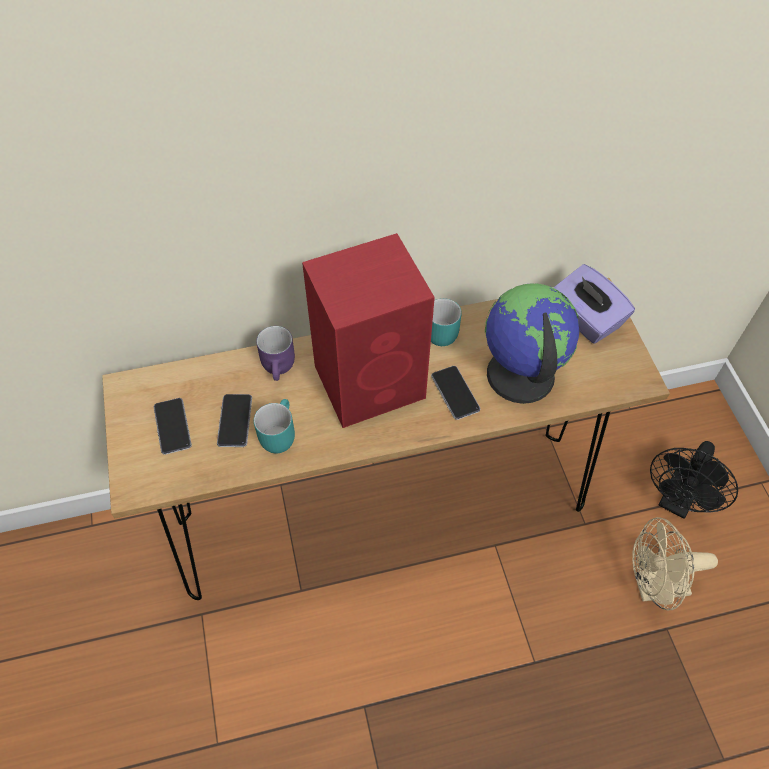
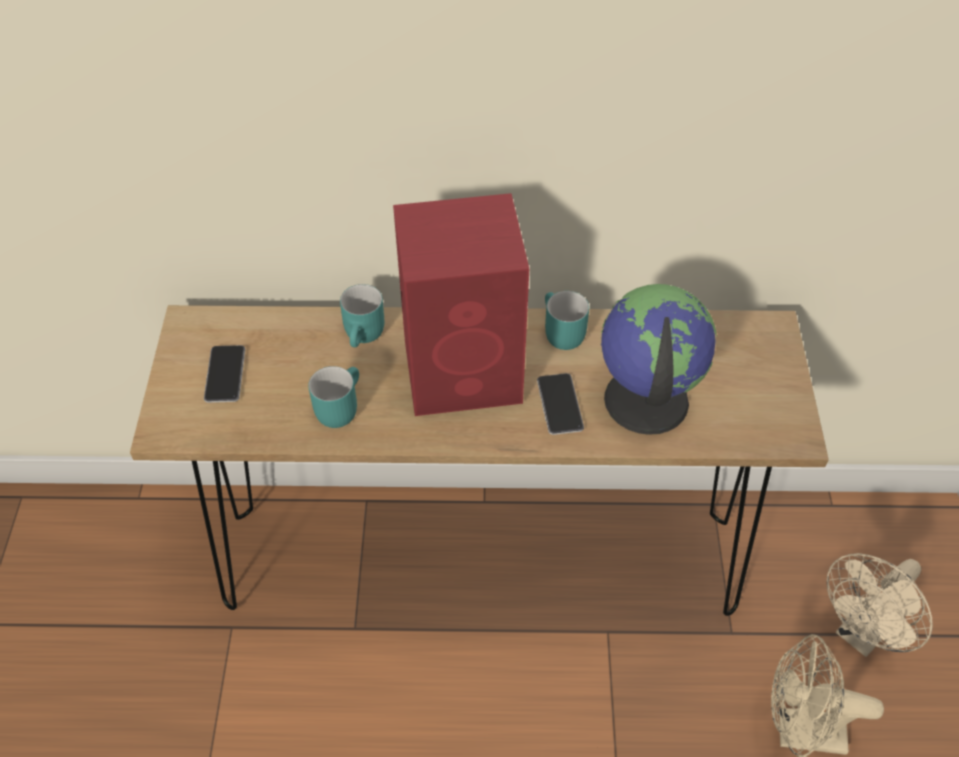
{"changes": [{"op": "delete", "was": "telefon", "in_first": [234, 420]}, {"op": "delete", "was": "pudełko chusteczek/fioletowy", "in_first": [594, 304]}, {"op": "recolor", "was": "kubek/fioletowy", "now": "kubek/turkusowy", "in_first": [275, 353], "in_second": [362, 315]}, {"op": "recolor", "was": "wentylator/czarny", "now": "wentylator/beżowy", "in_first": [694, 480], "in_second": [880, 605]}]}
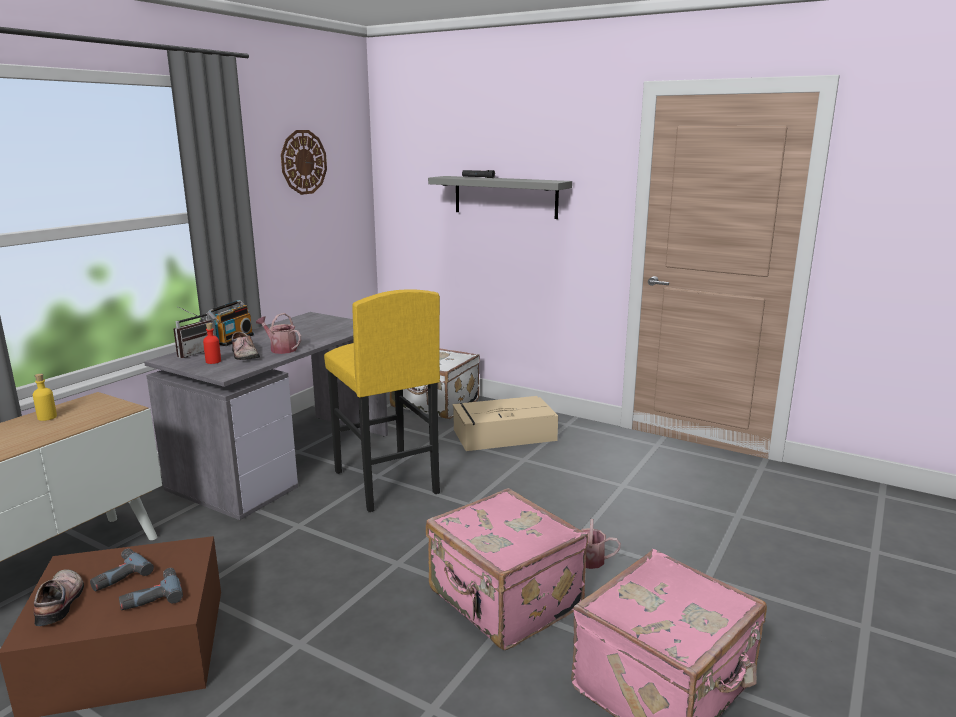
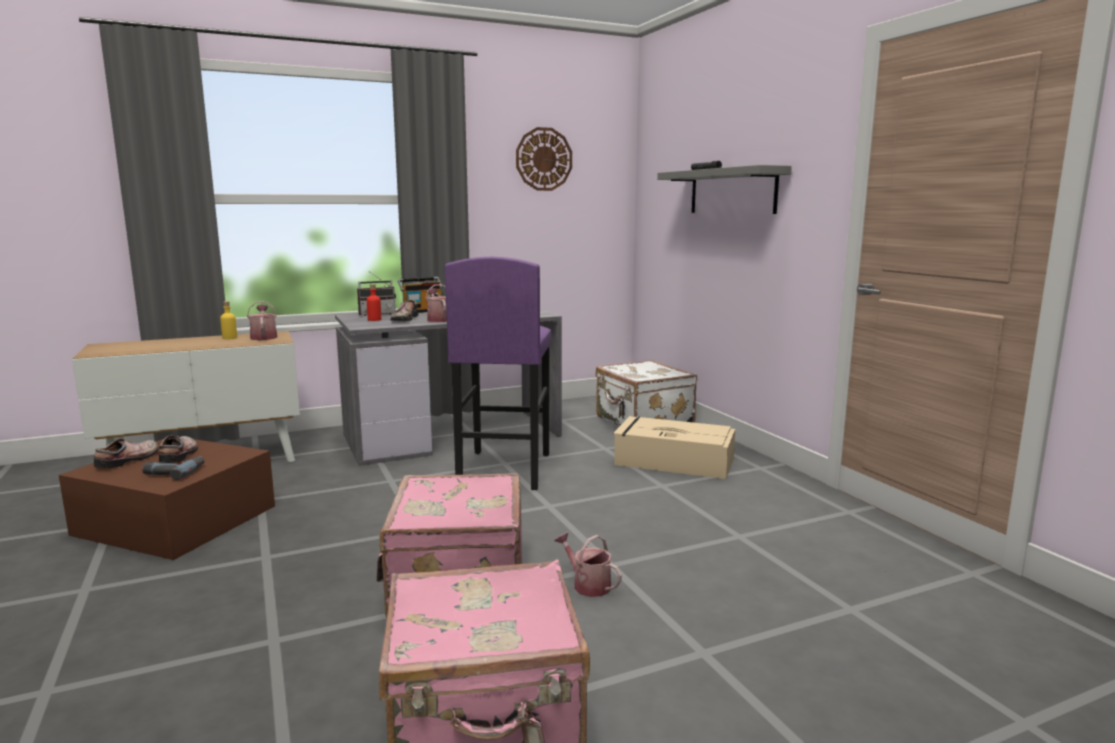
{"changes": [{"op": "insert", "now": "konewka", "in_second": [262, 320]}, {"op": "replace", "was": "wiertarka", "now": "but", "in_first": [122, 569], "in_second": [178, 449]}, {"op": "recolor", "was": "stołek/żółty", "now": "stołek/fioletowy", "in_first": [382, 400], "in_second": [498, 373]}]}
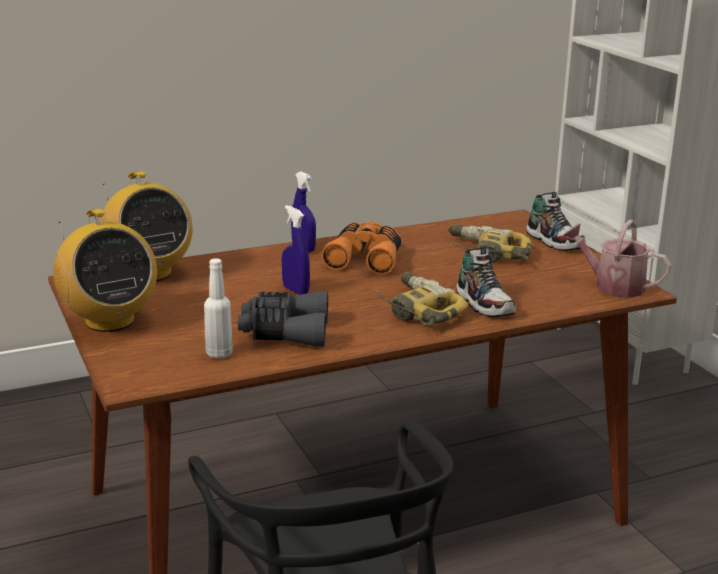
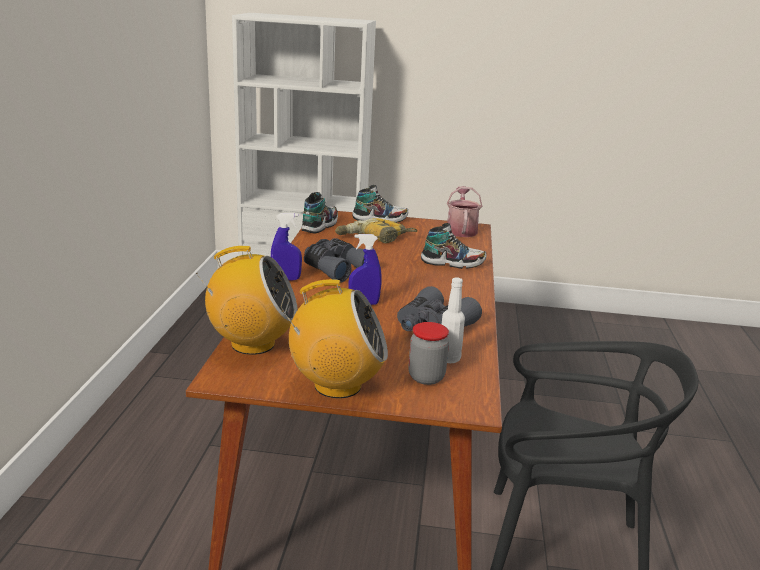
{"changes": [{"op": "delete", "was": "wiertarka", "in_first": [422, 299]}, {"op": "insert", "now": "but", "in_second": [320, 212]}, {"op": "insert", "now": "słoik", "in_second": [428, 353]}, {"op": "recolor", "was": "lornetka/pomarańczowy", "now": "lornetka/szary", "in_first": [361, 248], "in_second": [341, 260]}, {"op": "rotate", "was": "konewka", "in_first": [617, 259], "in_second": [464, 211], "clockwise": 120}]}
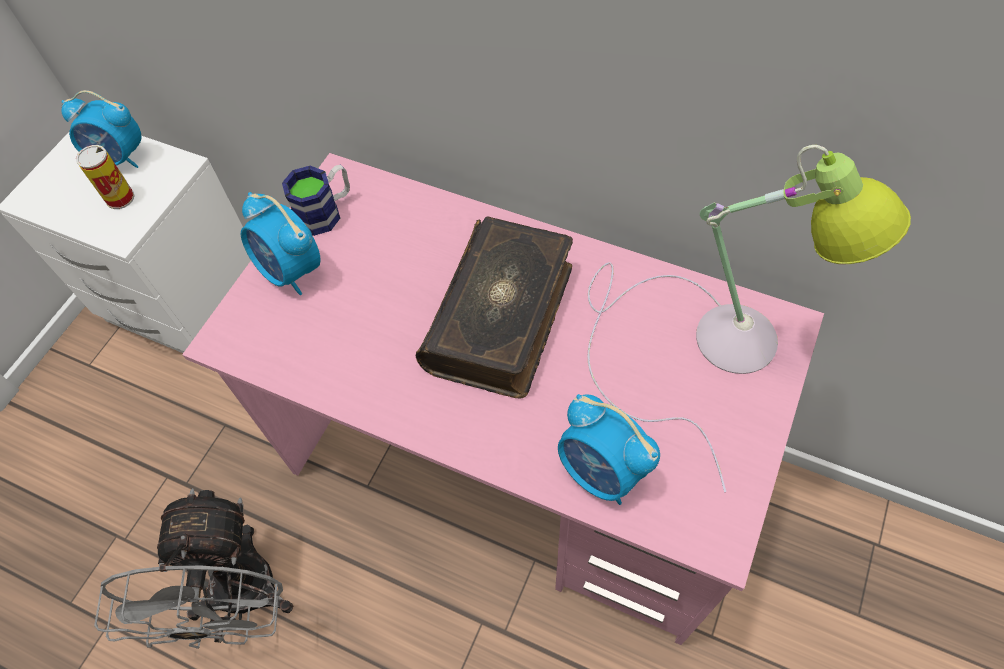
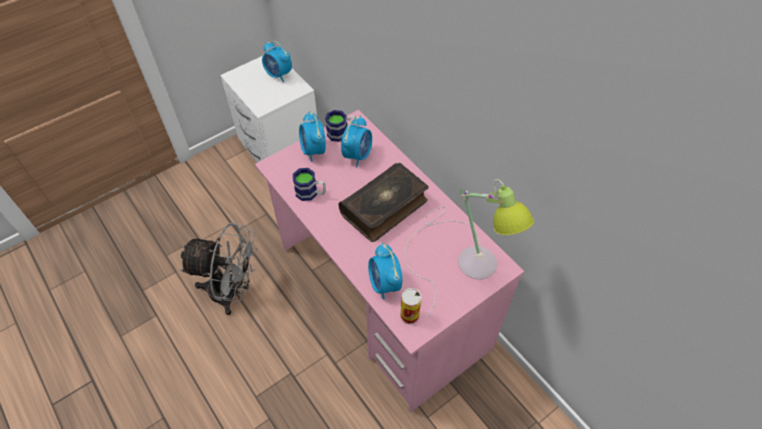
{"changes": [{"op": "insert", "now": "kubek", "in_second": [309, 184]}, {"op": "insert", "now": "budzik", "in_second": [356, 142]}, {"op": "move", "was": "puszka", "in_first": [105, 177], "in_second": [410, 306]}, {"op": "rotate", "was": "wentylator/szary", "in_first": [193, 568], "in_second": [218, 269], "clockwise": -105}]}
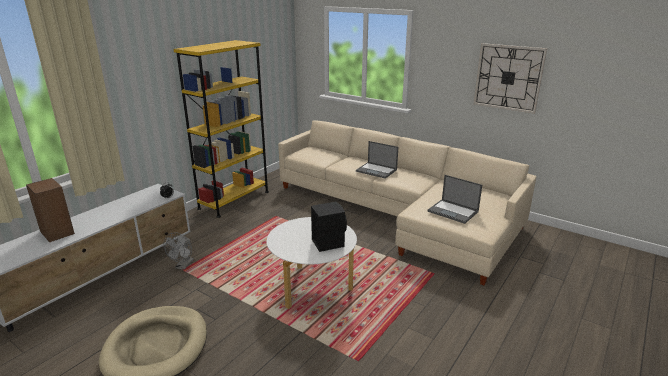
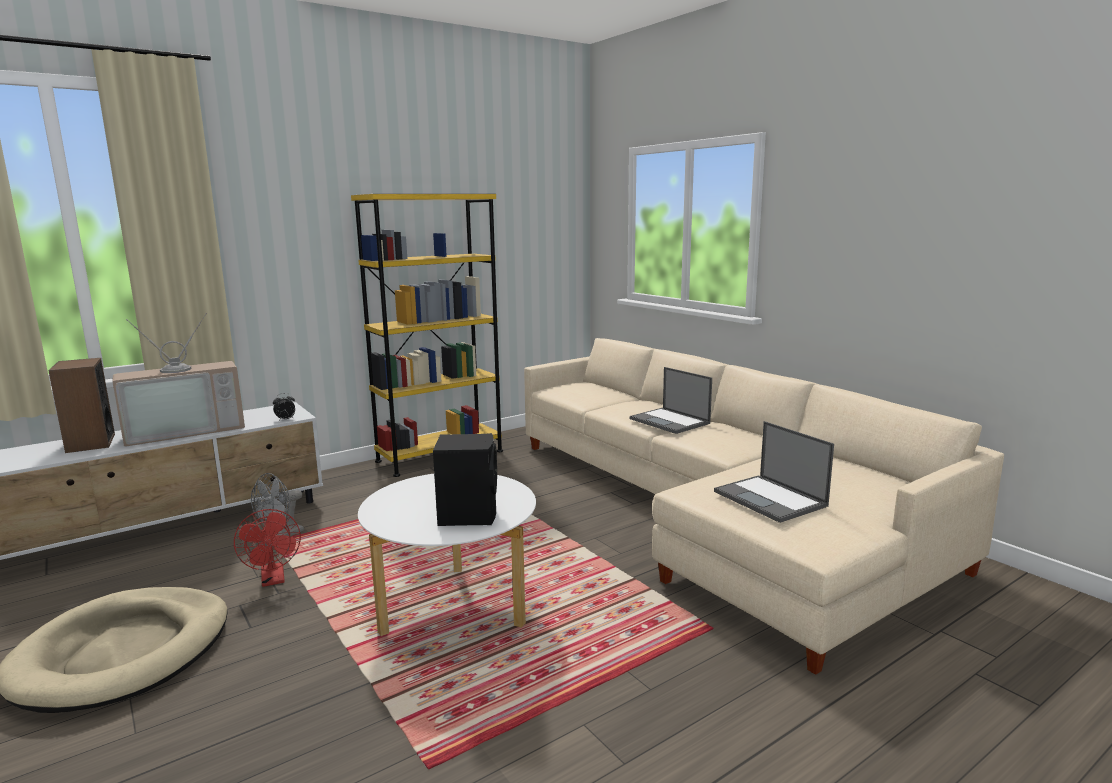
{"changes": [{"op": "delete", "was": "zegar ścienny", "in_first": [510, 78]}, {"op": "insert", "now": "telewizor", "in_second": [178, 379]}, {"op": "insert", "now": "wentylator/czerwony", "in_second": [267, 548]}]}
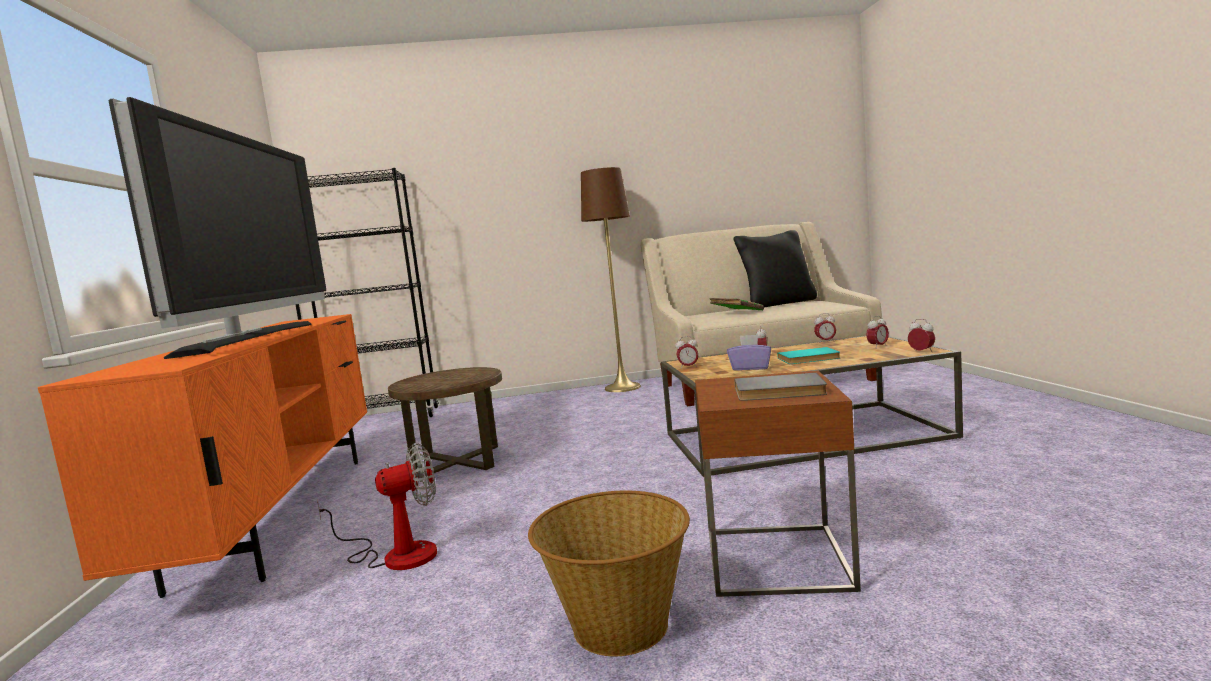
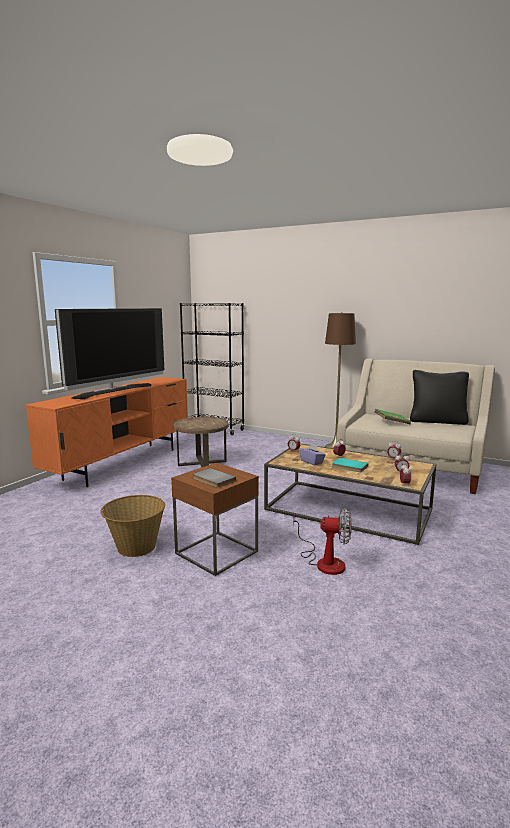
{"changes": [{"op": "move", "was": "wentylator", "in_first": [377, 506], "in_second": [322, 541]}]}
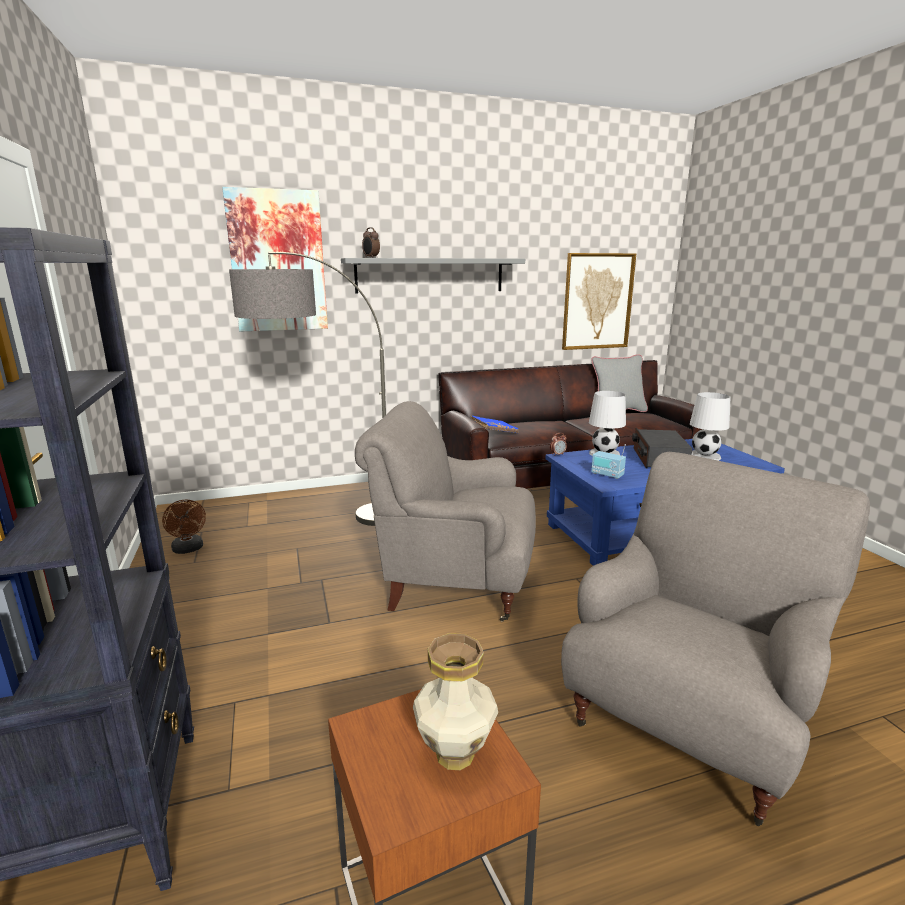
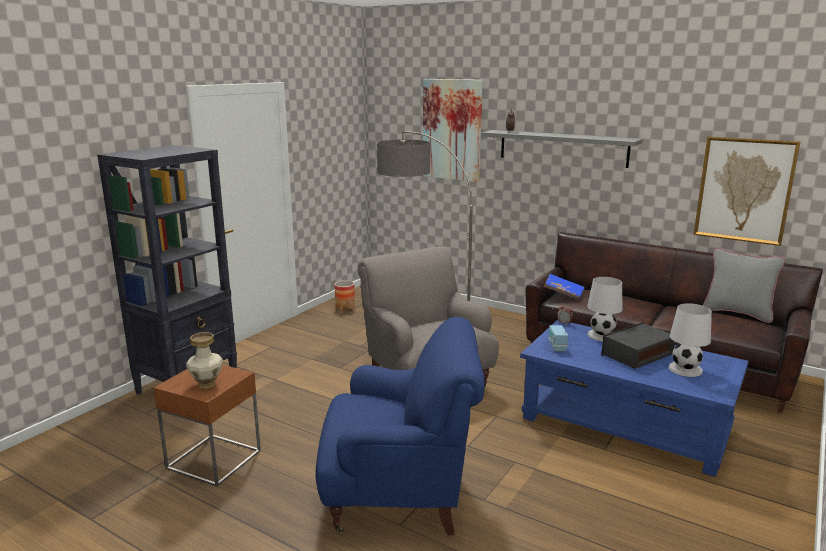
{"changes": [{"op": "replace", "was": "wentylator/brązowy", "now": "donica", "in_first": [184, 527], "in_second": [344, 296]}, {"op": "recolor", "was": "fotel/szary", "now": "fotel/niebieski", "in_first": [715, 639], "in_second": [400, 426]}]}
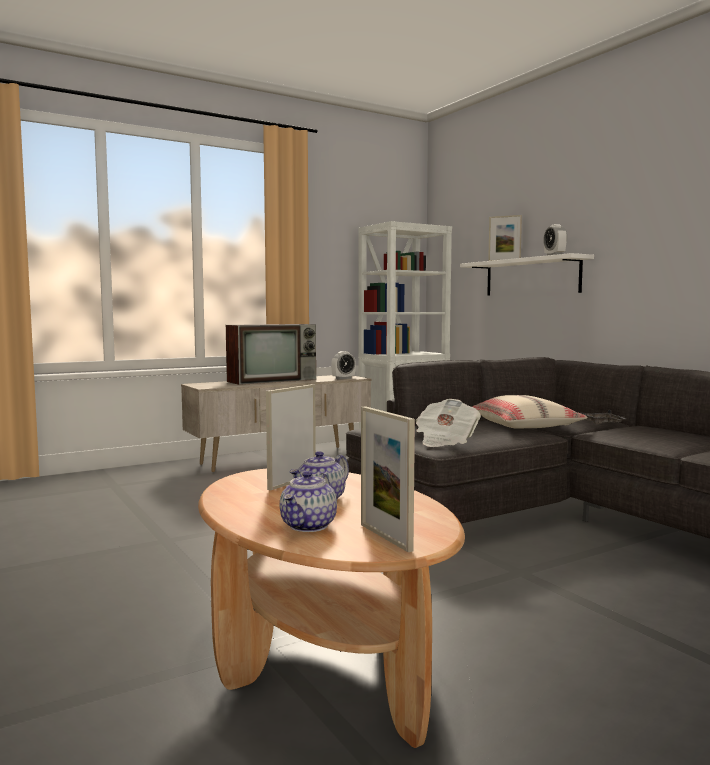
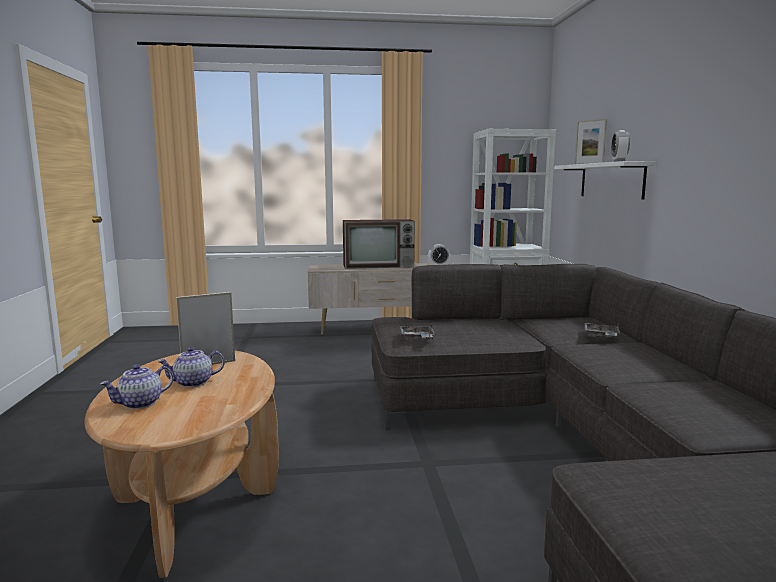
{"changes": [{"op": "delete", "was": "ramka na zdjęcie", "in_first": [388, 479]}, {"op": "delete", "was": "poduszka/beżowy", "in_first": [529, 412]}, {"op": "replace", "was": "gazeta", "now": "taca/szary", "in_first": [448, 423], "in_second": [417, 331]}]}
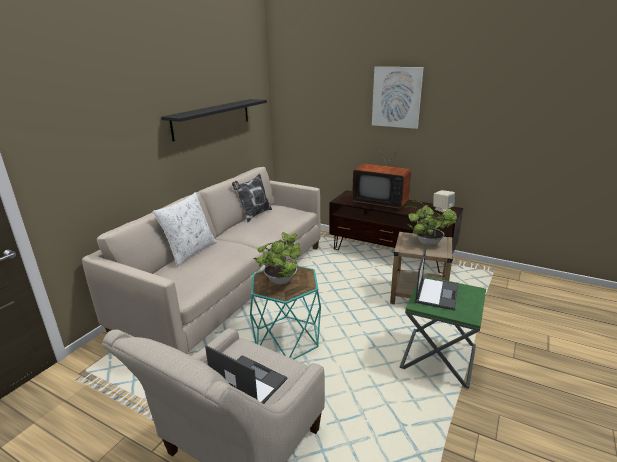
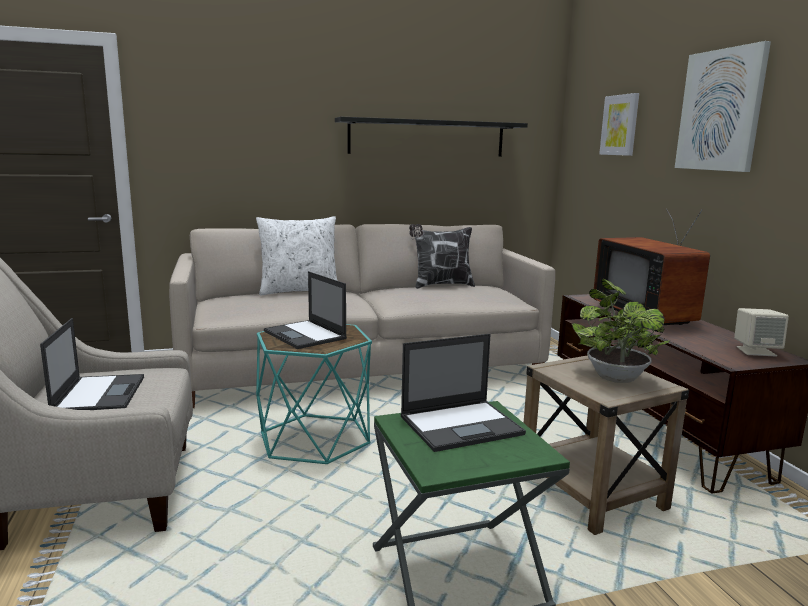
{"changes": [{"op": "insert", "now": "obraz", "in_second": [619, 124]}, {"op": "replace", "was": "roślina doniczkowa", "now": "laptop", "in_first": [277, 258], "in_second": [305, 310]}]}
